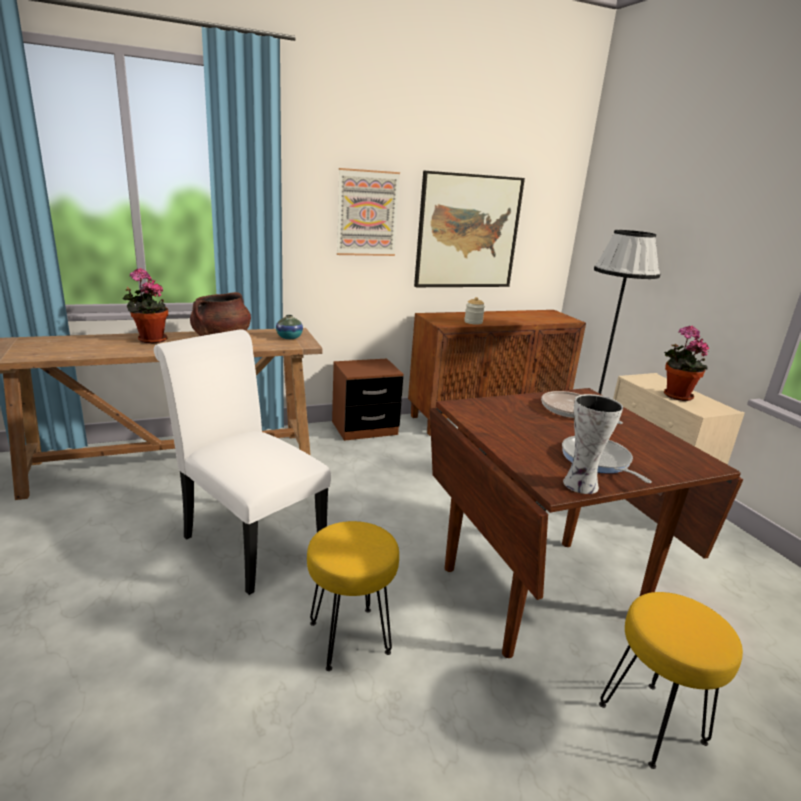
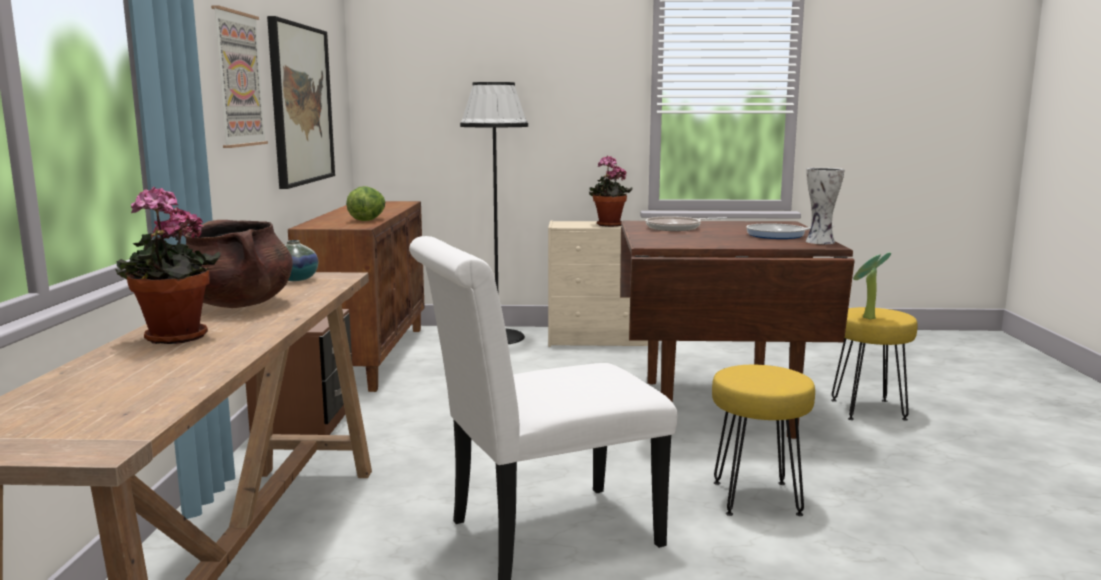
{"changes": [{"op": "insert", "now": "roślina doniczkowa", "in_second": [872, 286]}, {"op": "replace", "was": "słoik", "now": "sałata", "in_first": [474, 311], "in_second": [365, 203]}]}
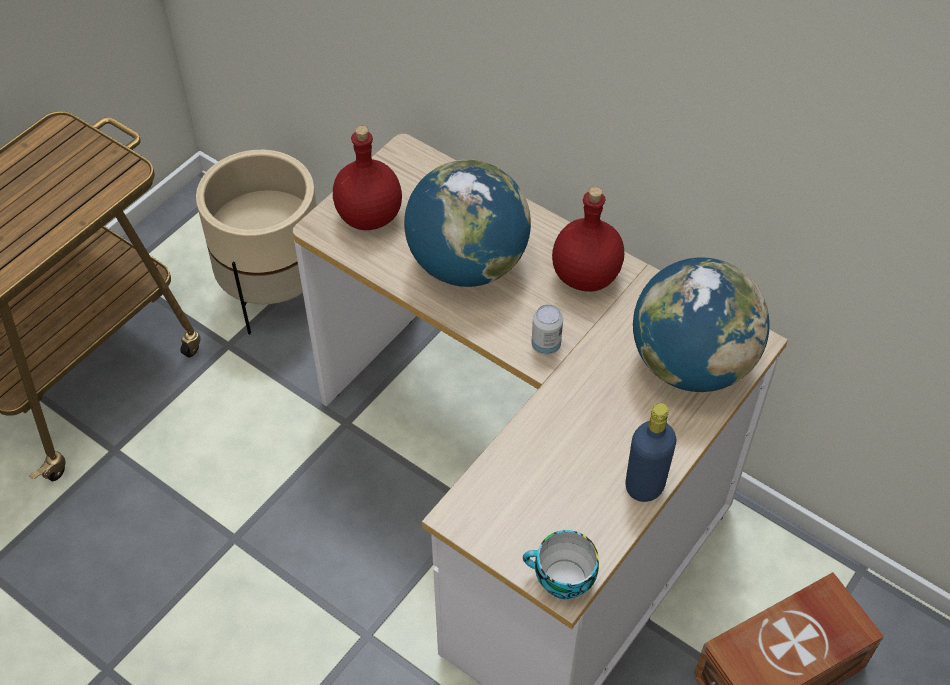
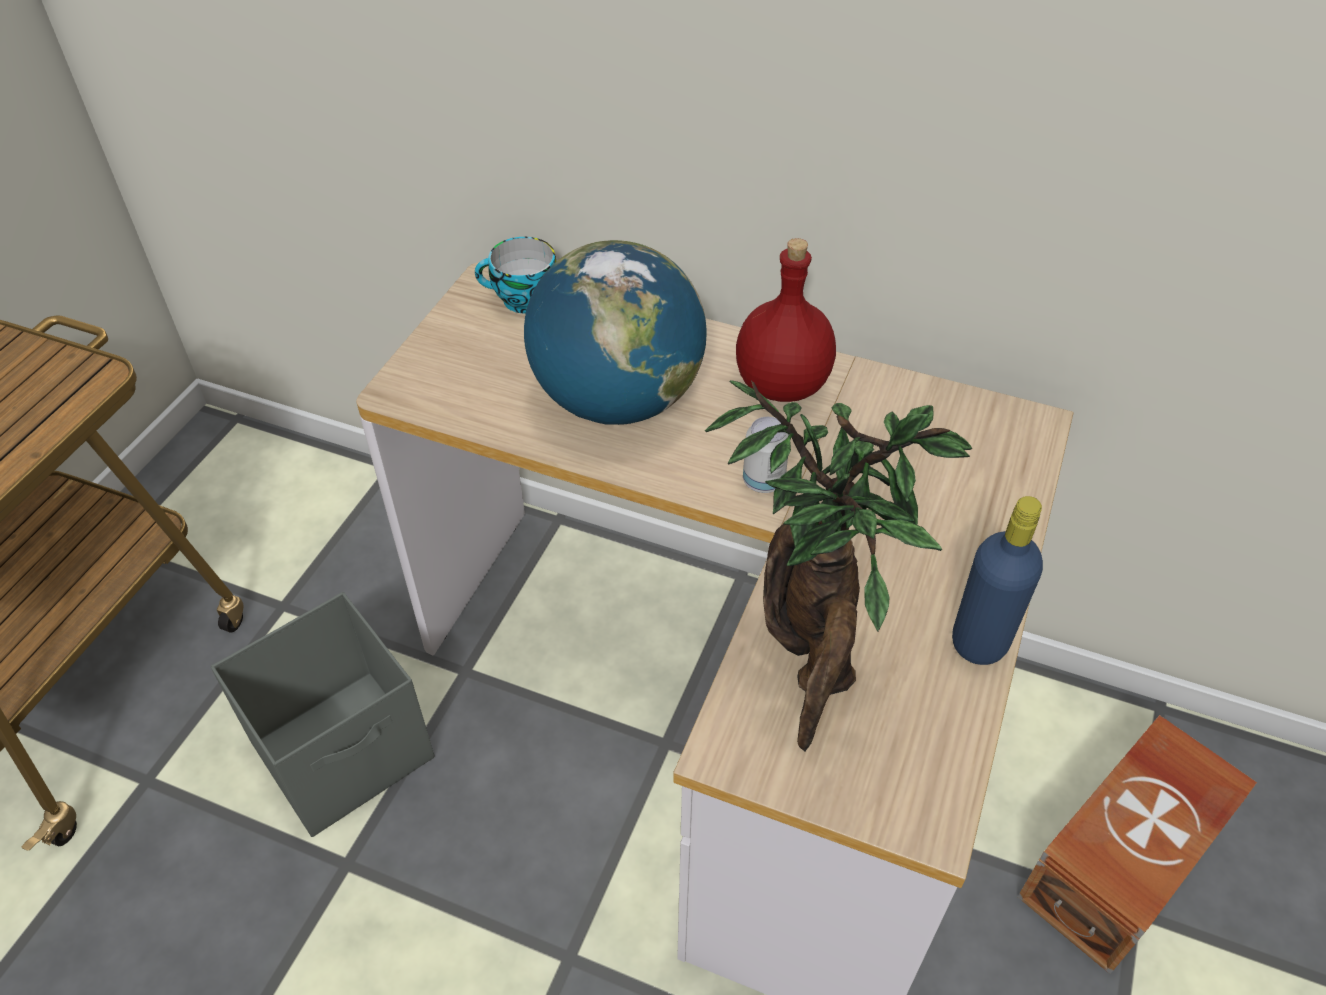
{"changes": [{"op": "delete", "was": "donica/beżowy", "in_first": [256, 242]}, {"op": "delete", "was": "butelka/czerwony", "in_first": [367, 178]}, {"op": "delete", "was": "globus", "in_first": [701, 325]}, {"op": "insert", "now": "pojemnik do przechowywania/szary", "in_second": [323, 714]}, {"op": "insert", "now": "roślina doniczkowa", "in_second": [838, 566]}, {"op": "move", "was": "filiżanka", "in_first": [561, 564], "in_second": [515, 275]}]}
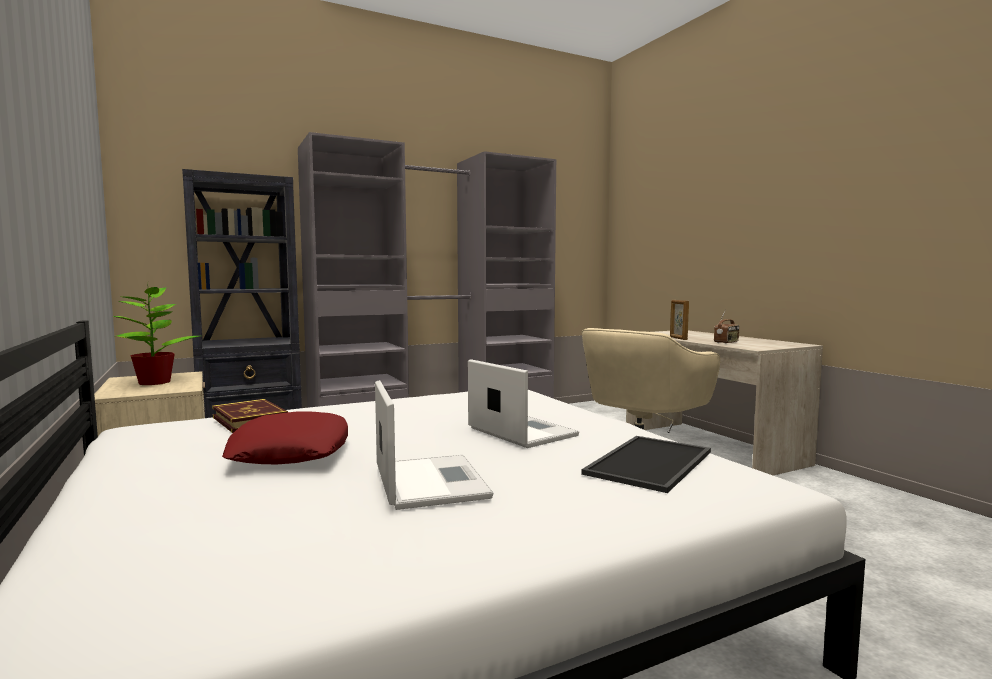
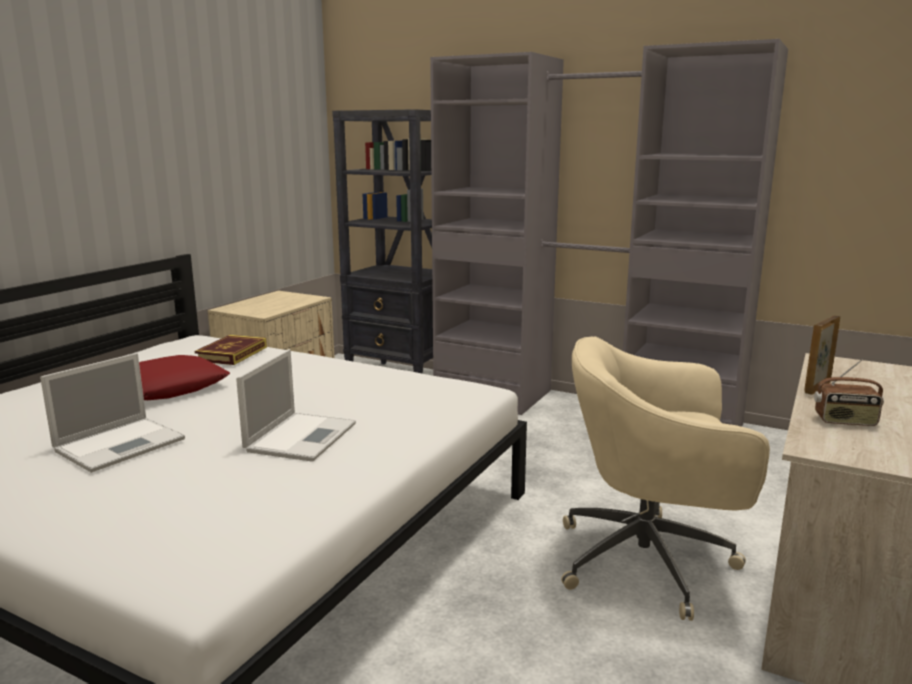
{"changes": [{"op": "delete", "was": "roślina doniczkowa", "in_first": [156, 336]}, {"op": "delete", "was": "taca", "in_first": [646, 464]}]}
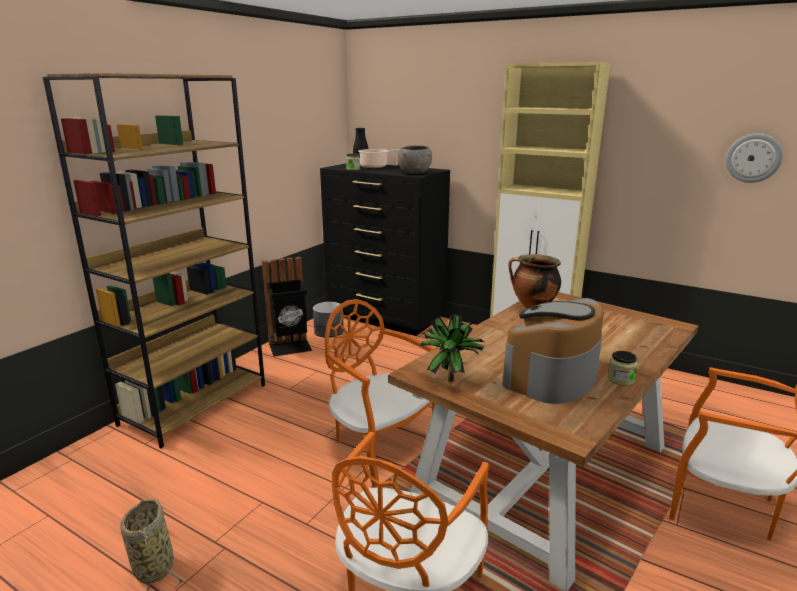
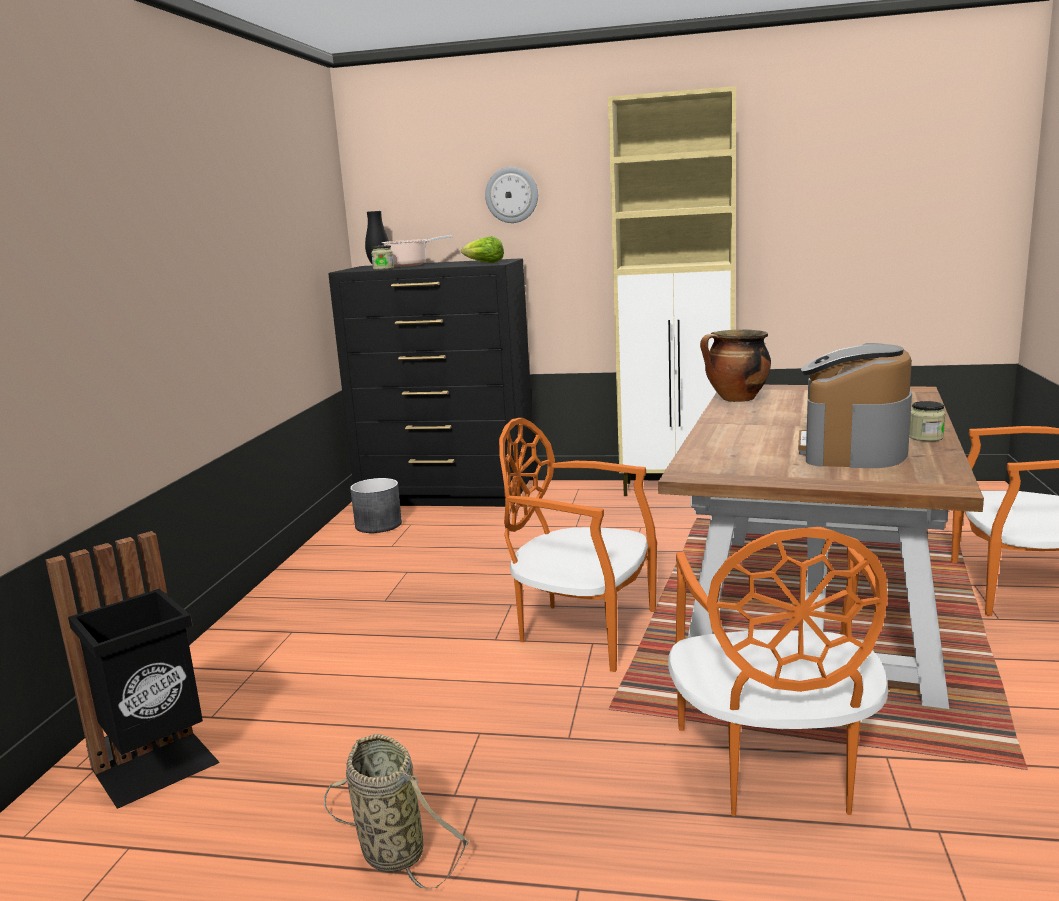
{"changes": [{"op": "delete", "was": "regał/brązowy", "in_first": [154, 260]}, {"op": "delete", "was": "roślina doniczkowa", "in_first": [452, 348]}, {"op": "move", "was": "kosz na śmieci/czarny", "in_first": [287, 307], "in_second": [133, 670]}, {"op": "move", "was": "zegar ścienny", "in_first": [754, 158], "in_second": [511, 195]}, {"op": "replace", "was": "miska/szary", "now": "sałata", "in_first": [414, 160], "in_second": [482, 249]}]}
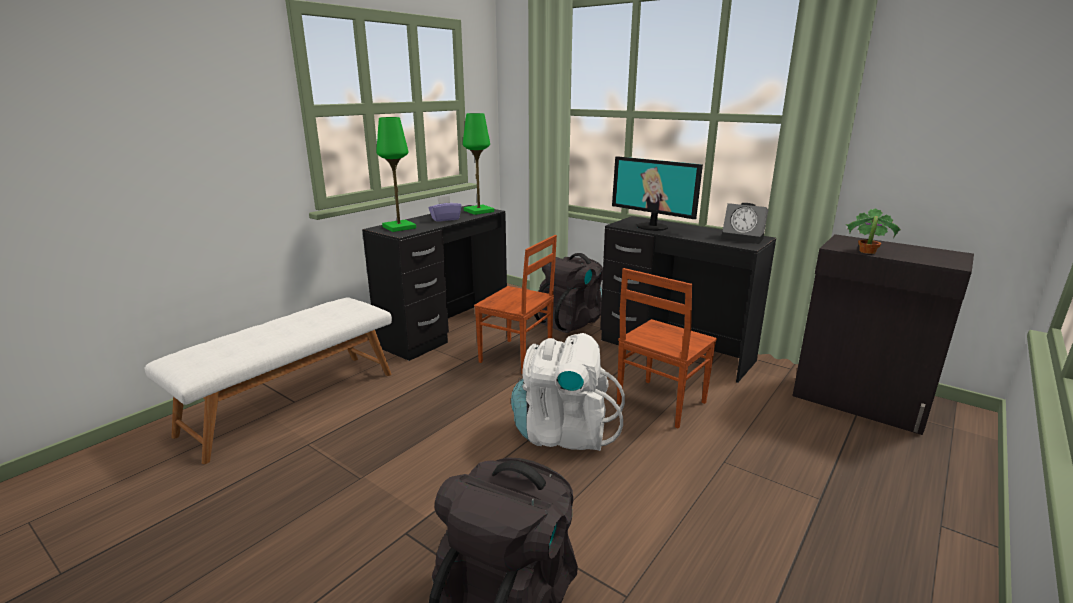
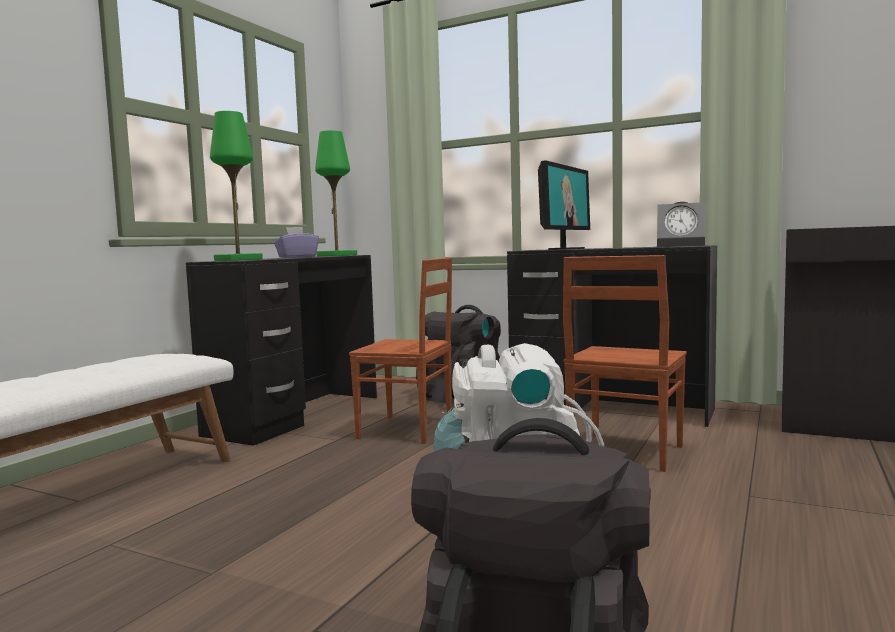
{"changes": [{"op": "delete", "was": "roślina doniczkowa", "in_first": [873, 231]}, {"op": "rotate", "was": "monitor", "in_first": [657, 193], "in_second": [564, 205], "clockwise": -90}]}
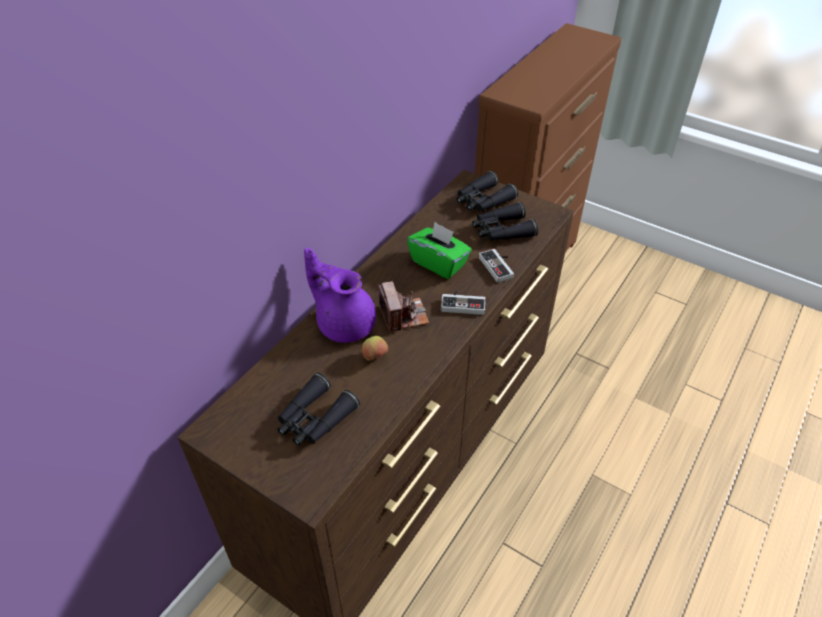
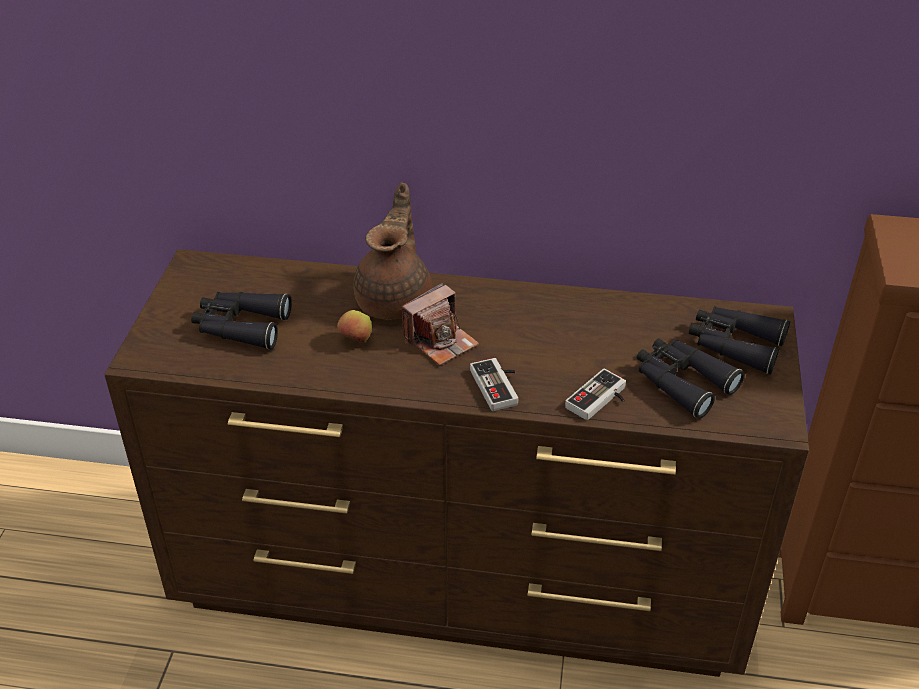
{"changes": [{"op": "delete", "was": "pudełko chusteczek/zielony", "in_first": [439, 250]}, {"op": "recolor", "was": "imbryk/fioletowy", "now": "imbryk/brązowy", "in_first": [340, 295], "in_second": [393, 251]}]}
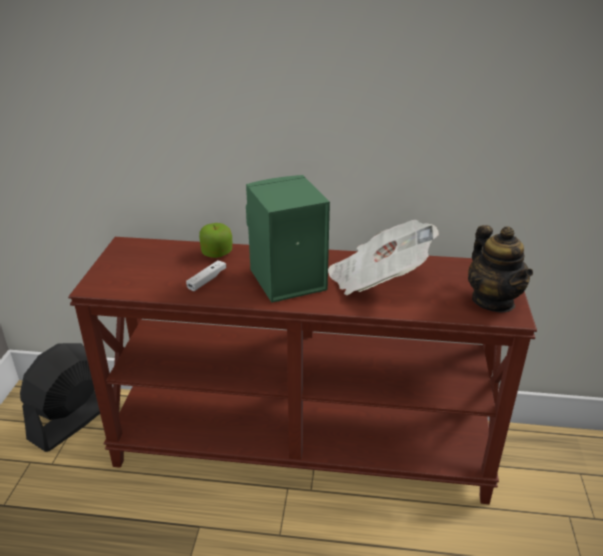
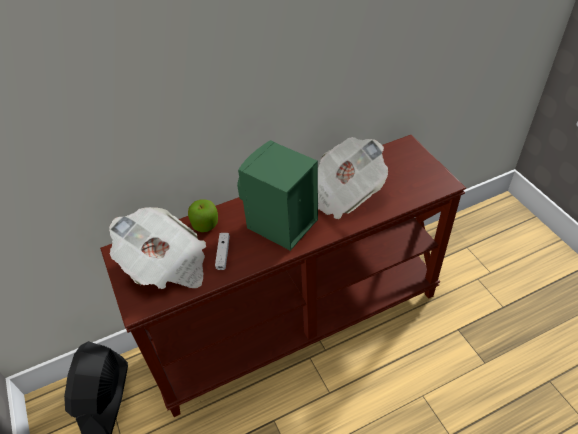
{"changes": [{"op": "delete", "was": "imbryk", "in_first": [500, 269]}, {"op": "insert", "now": "gazeta", "in_second": [157, 248]}]}
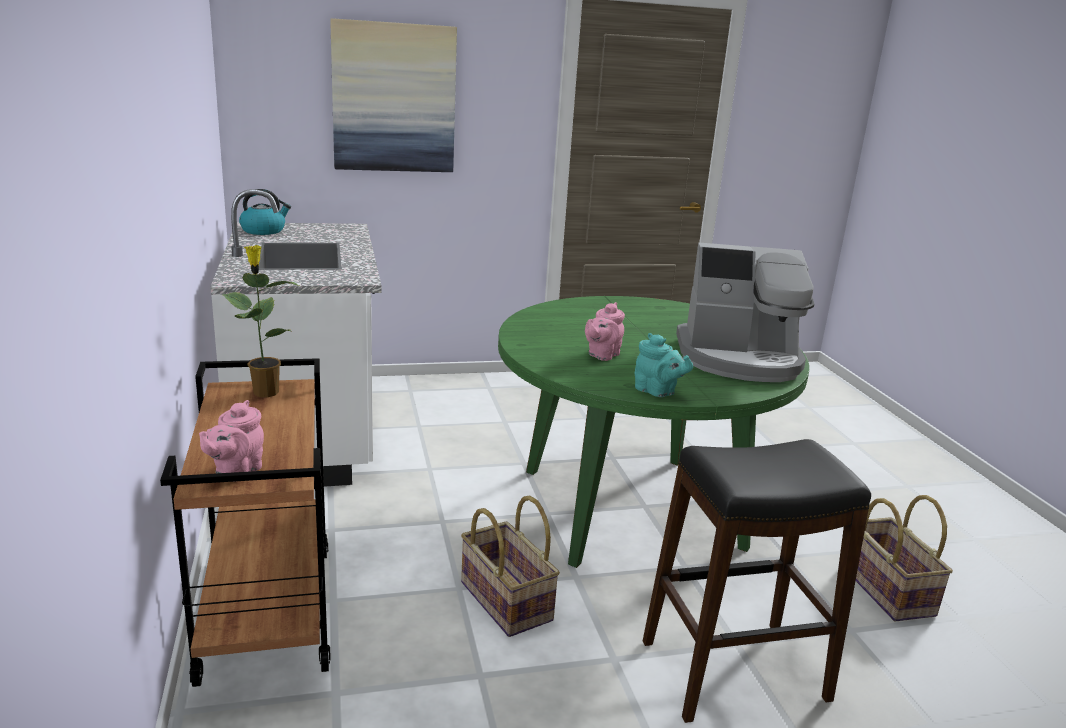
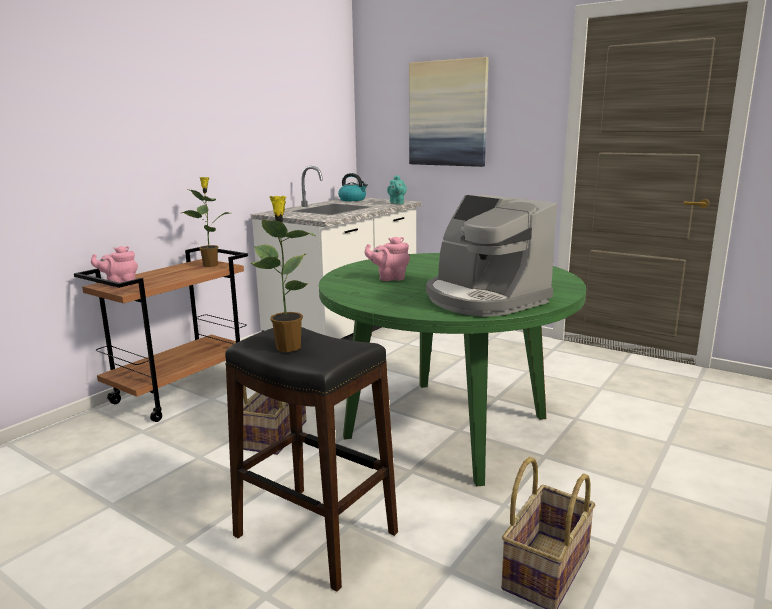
{"changes": [{"op": "insert", "now": "roślina doniczkowa", "in_second": [283, 274]}, {"op": "move", "was": "imbryk/turkusowy", "in_first": [664, 365], "in_second": [397, 190]}]}
